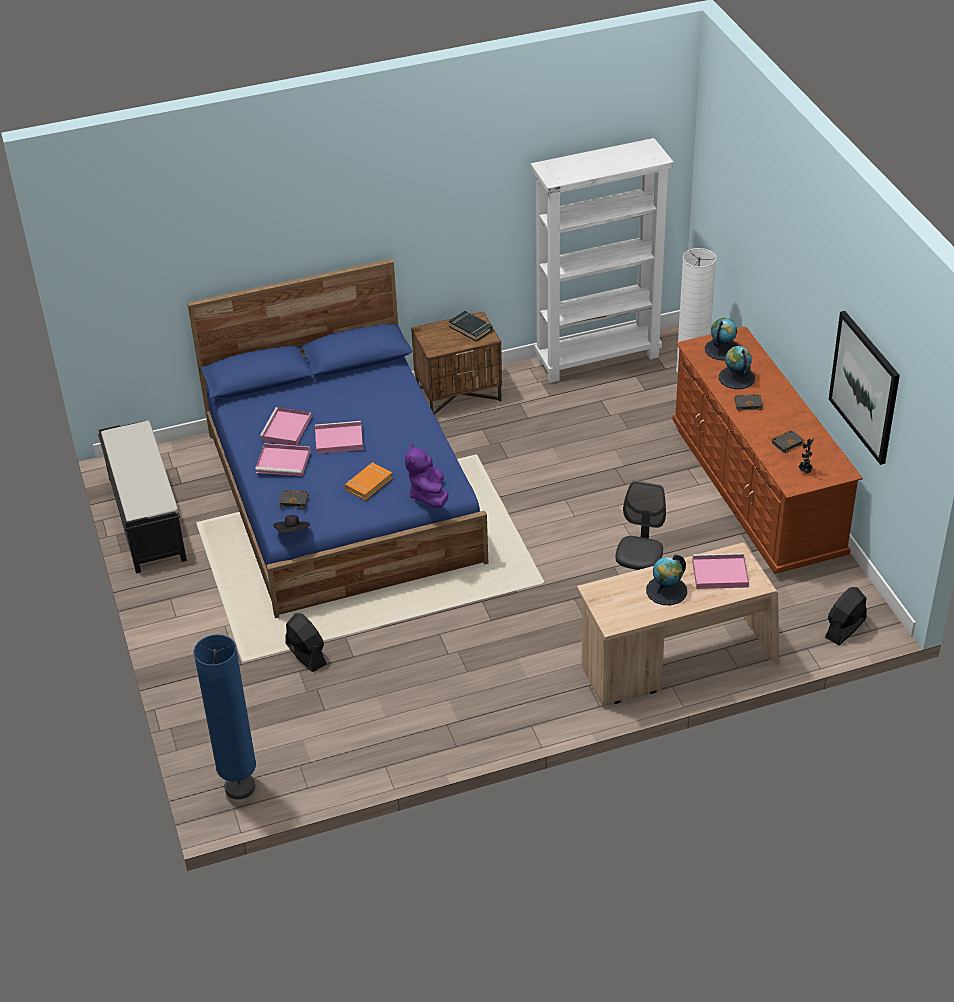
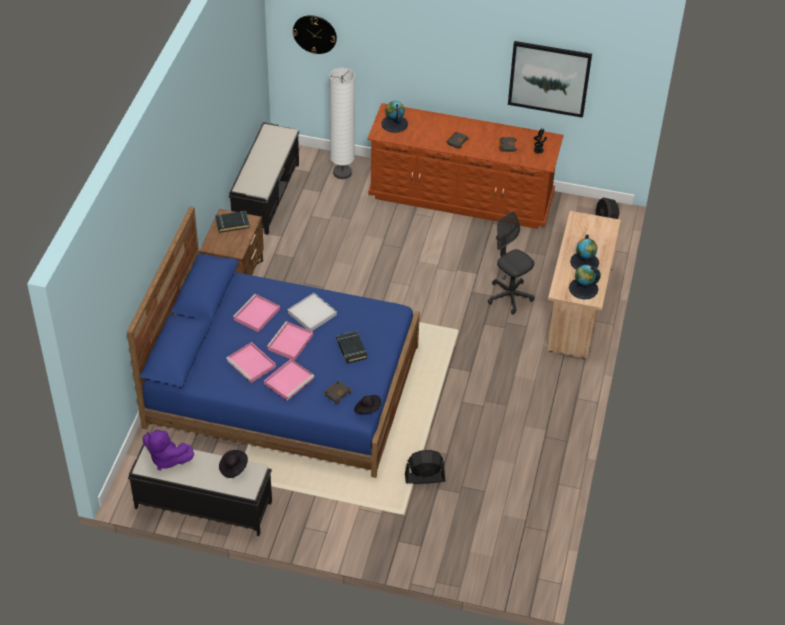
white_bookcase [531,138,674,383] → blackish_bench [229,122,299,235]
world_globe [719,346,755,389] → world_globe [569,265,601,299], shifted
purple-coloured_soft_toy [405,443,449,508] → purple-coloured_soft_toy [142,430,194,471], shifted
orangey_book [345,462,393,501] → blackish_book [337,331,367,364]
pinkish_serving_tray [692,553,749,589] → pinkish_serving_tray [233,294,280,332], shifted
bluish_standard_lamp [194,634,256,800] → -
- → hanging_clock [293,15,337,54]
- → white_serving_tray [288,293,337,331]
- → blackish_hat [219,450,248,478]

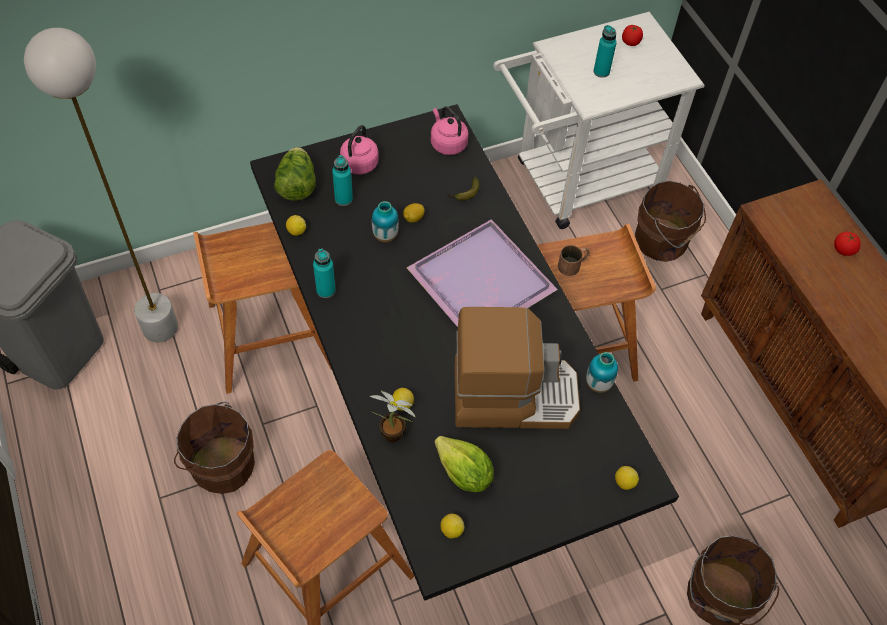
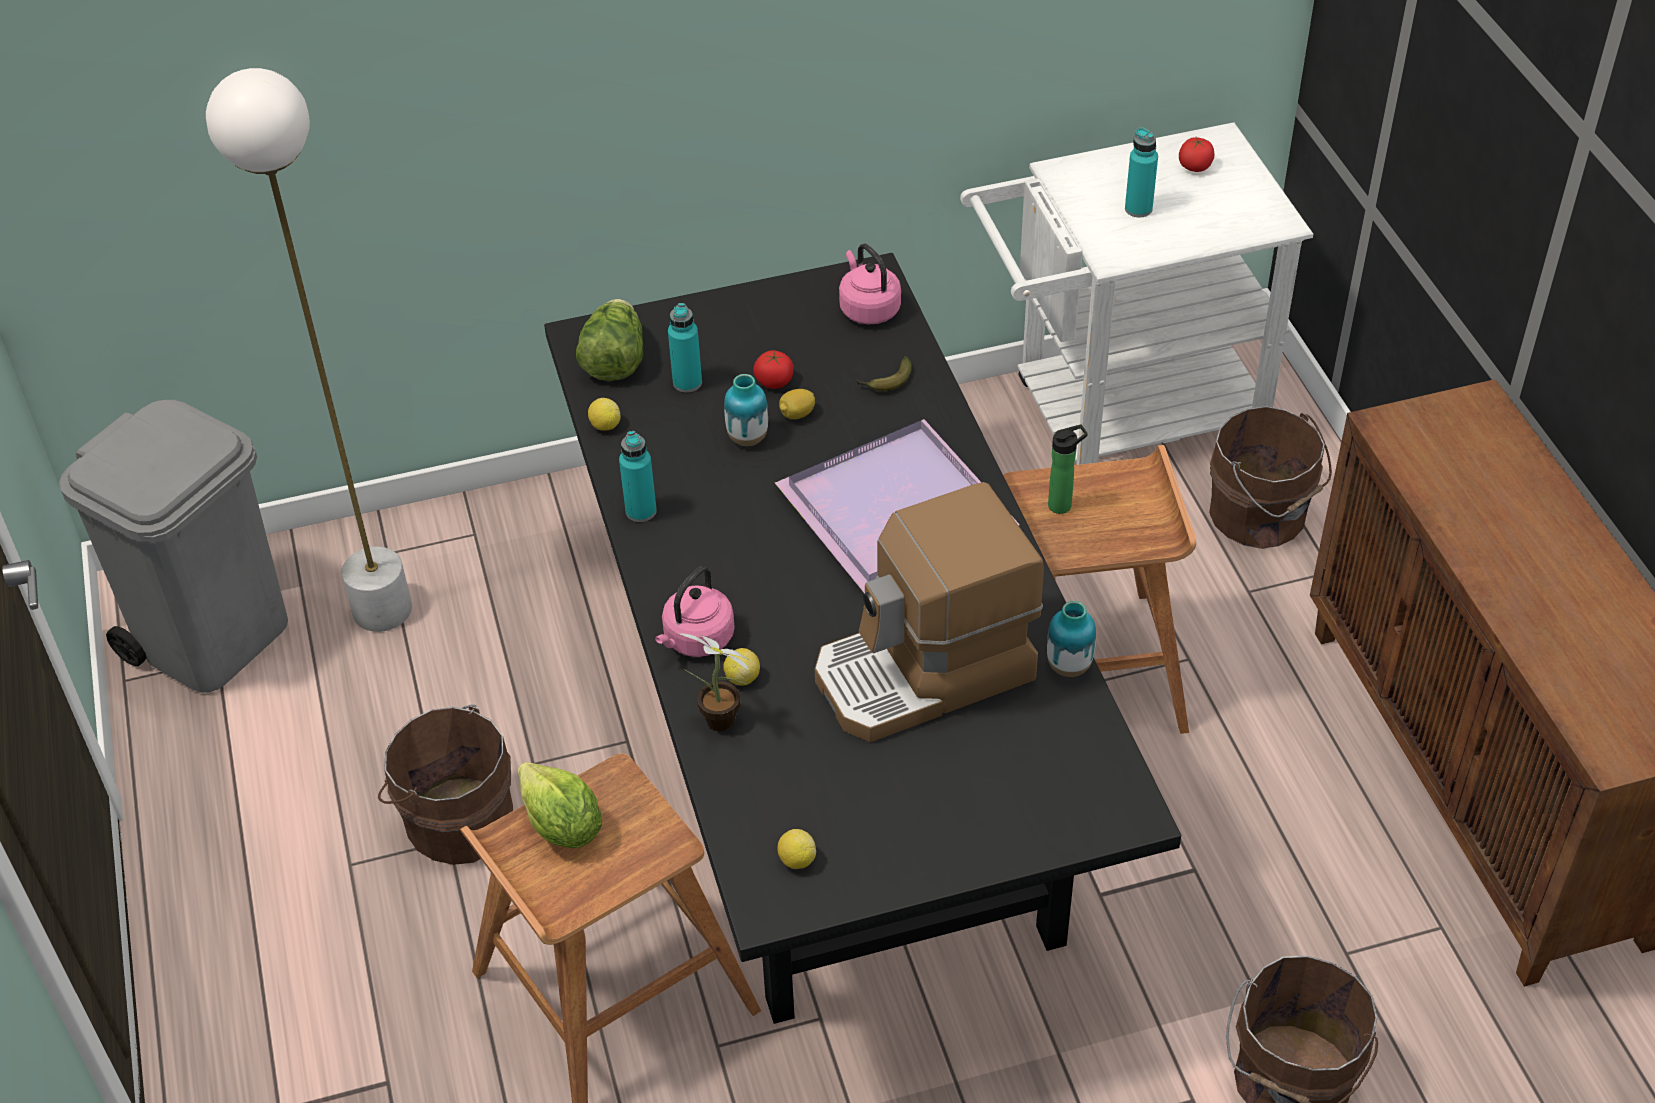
pinkish_water_kettle [340,125,379,174] → pinkish_water_kettle [655,566,735,657], shifted
brown_sitting_stool [193,222,331,394] → -
tomato [834,232,861,256] → tomato [753,350,794,389], shifted
brown_tea_mug [558,245,590,276] → drink_bottle [1048,424,1088,514]
coffee_machine [455,307,580,429] → coffee_machine [815,482,1044,742], 150 degrees clockwise
lettuce [434,436,494,492] → lettuce [518,762,602,848], shifted
citrus_fruit [615,466,639,490] → -

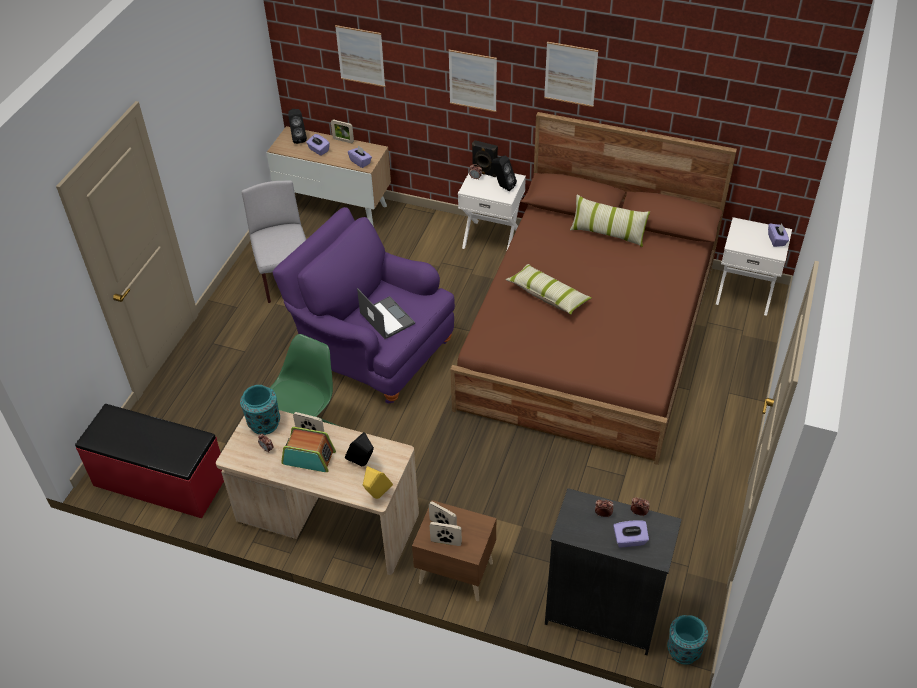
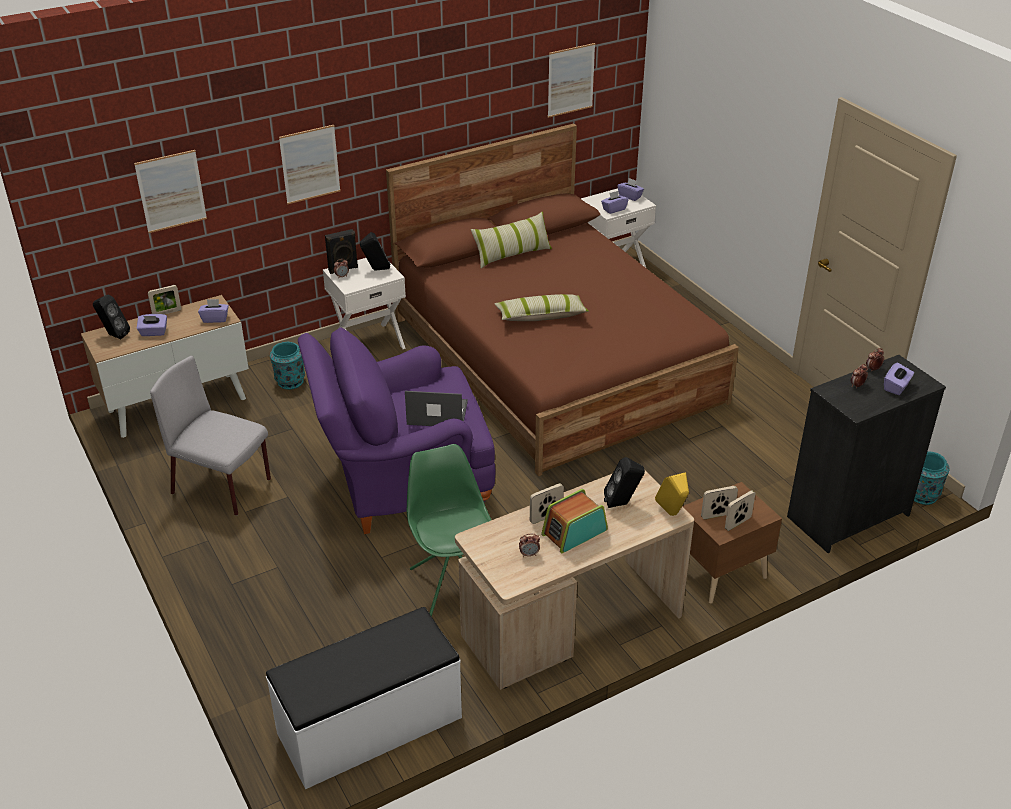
picture [544,42,599,107] → picture [548,43,595,118], shifted
turquoise_decorative_vase [240,385,280,435] → turquoise_decorative_vase [270,342,305,389], shifted
red_bench [75,404,224,518] → white_bench [266,607,462,789]
- → purple-coloured_tissue_box [601,191,629,214]

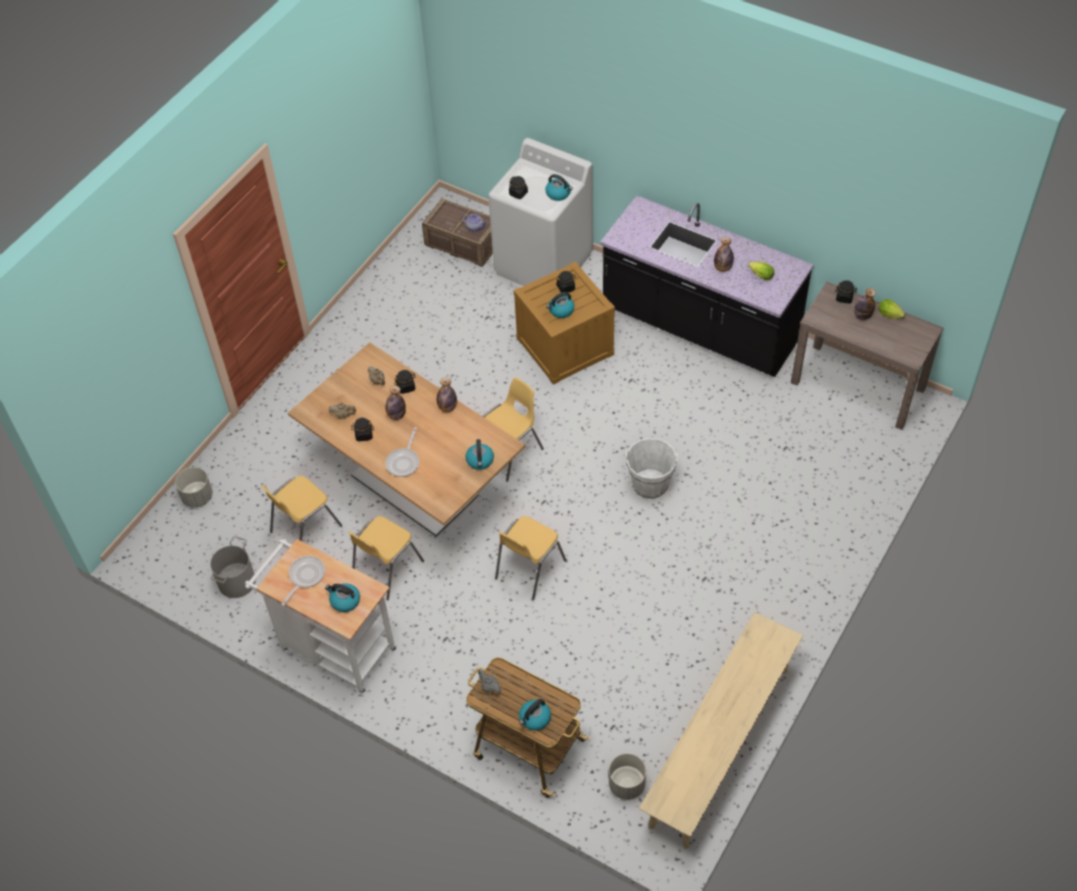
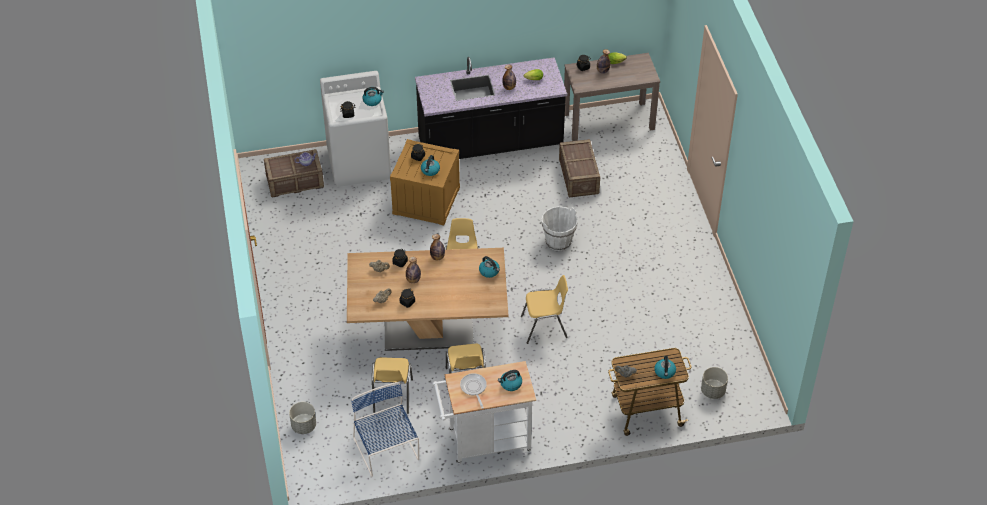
skillet [385,427,419,477] → -
yellow-coloured_chair [495,516,566,600] → yellow-coloured_chair [521,275,568,344], 90 degrees counterclockwise
grey_bucket [210,536,256,598] → bluish_chair [352,382,419,477]
beige_bench [639,612,803,849] → -
- → packing_crate [559,139,600,197]

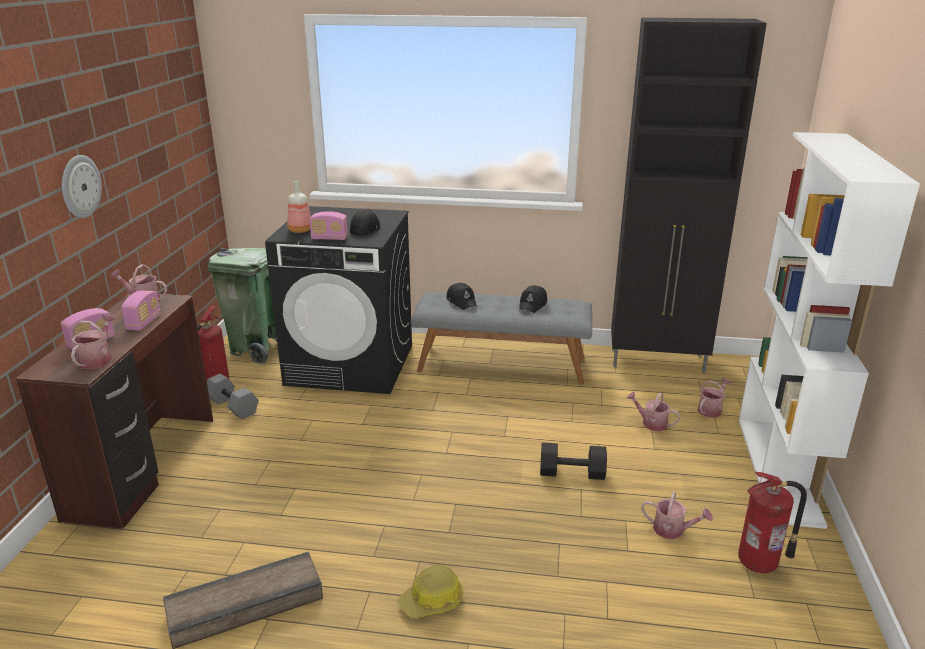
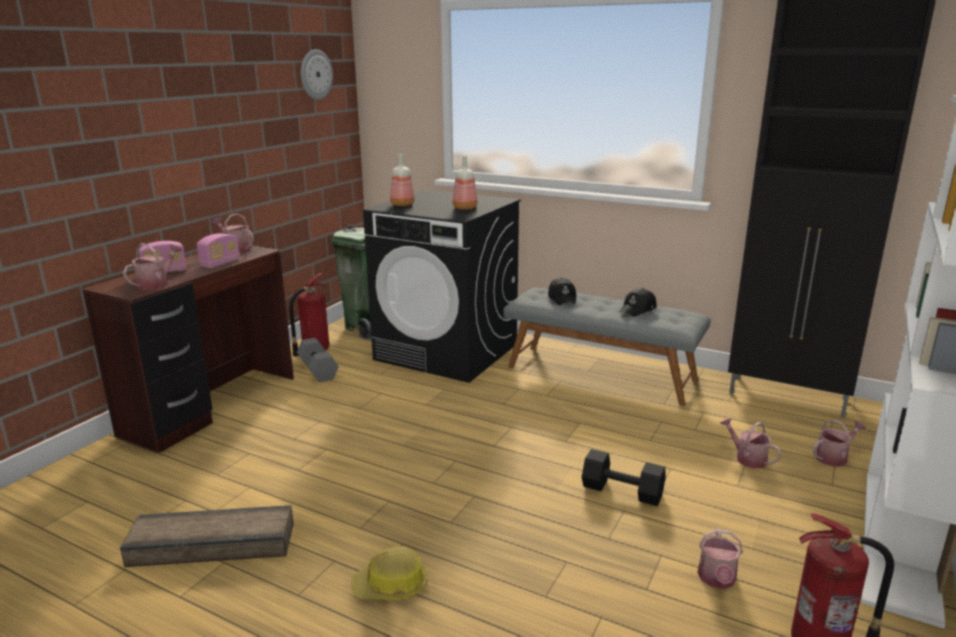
hanging_clock [62,155,102,218] → hanging_clock [301,49,333,100], shifted
blackish_baseball_cap [350,208,380,236] → drink_bottle [452,156,478,210]
radio_receiver [309,211,348,240] → -
watering_pot [641,492,713,539] → watering_pot [697,528,743,589], 60 degrees clockwise

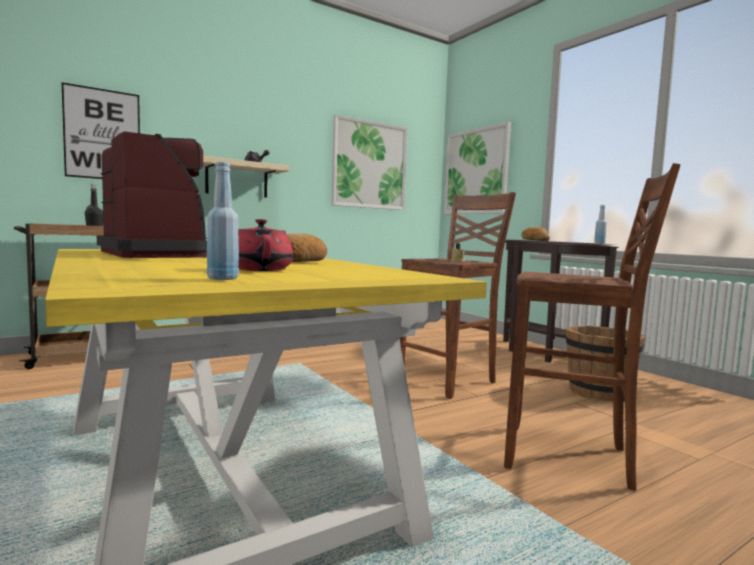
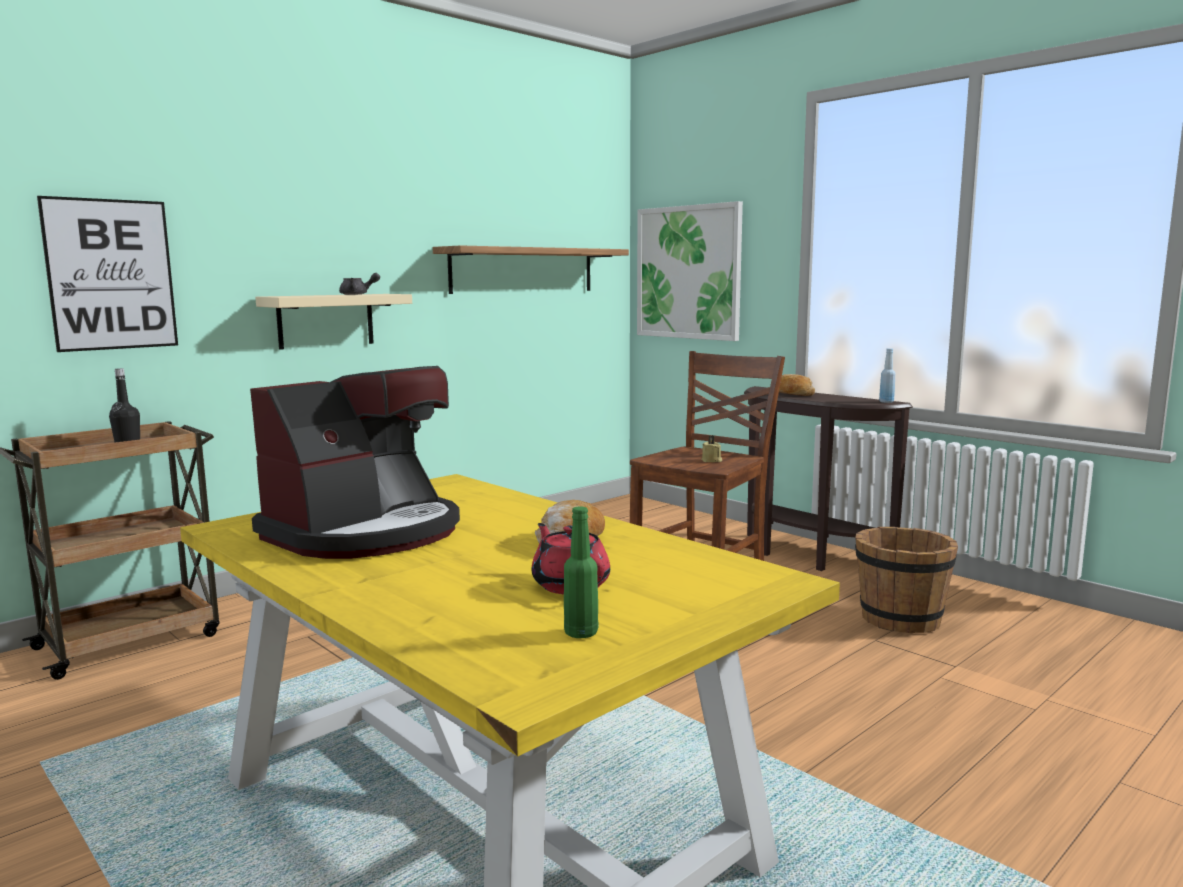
picture [331,114,408,210] → bracket_shelf [433,245,629,294]
coffee_machine [97,131,207,258] → coffee_machine [250,366,460,559], 90 degrees clockwise
bluish_drink_bottle [207,162,239,280] → greenish_drink_bottle [564,506,598,638]
brown_sitting_stool [504,163,681,491] → -

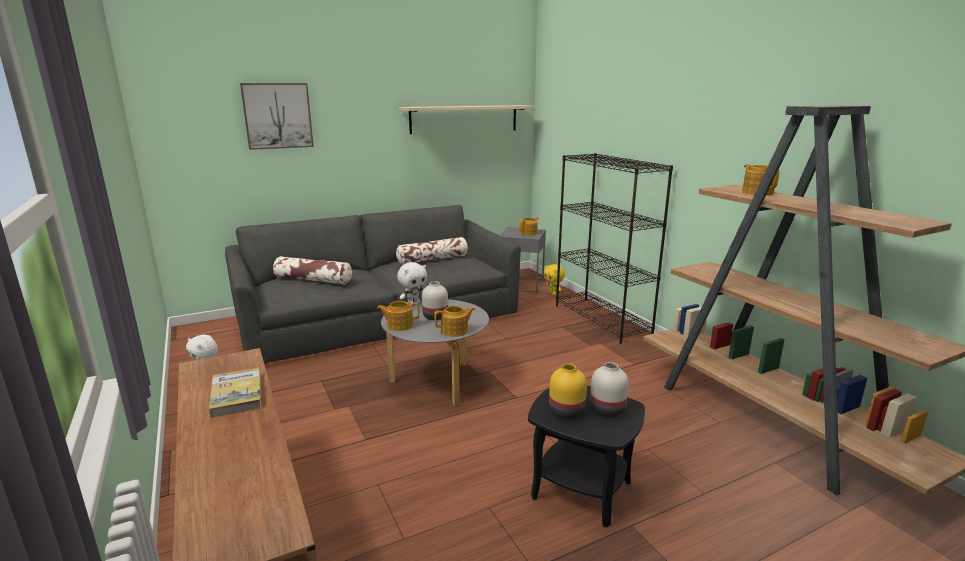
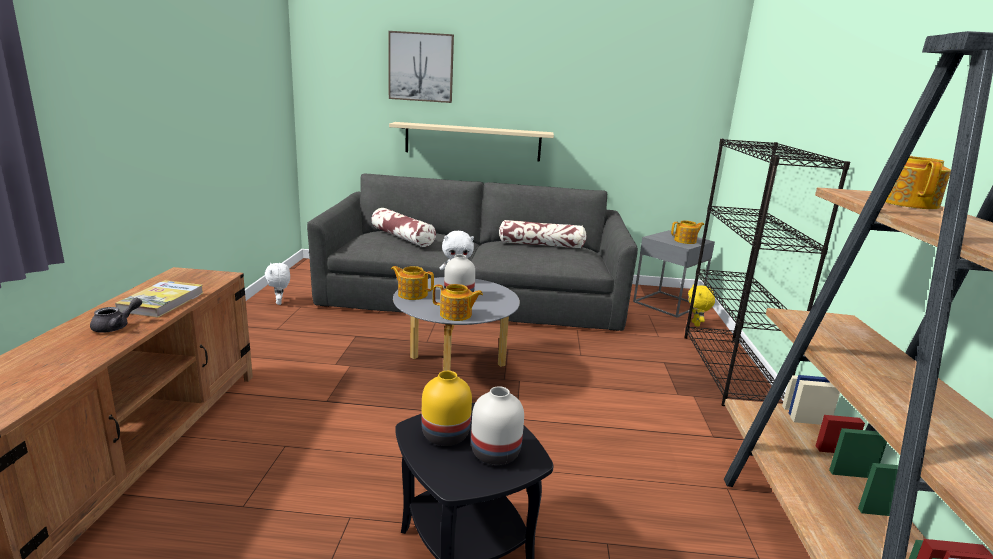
beige_bracket_shelf [399,105,534,134] → beige_bracket_shelf [389,122,554,162], shifted
- → grey_pot_for_tea [90,298,142,333]

